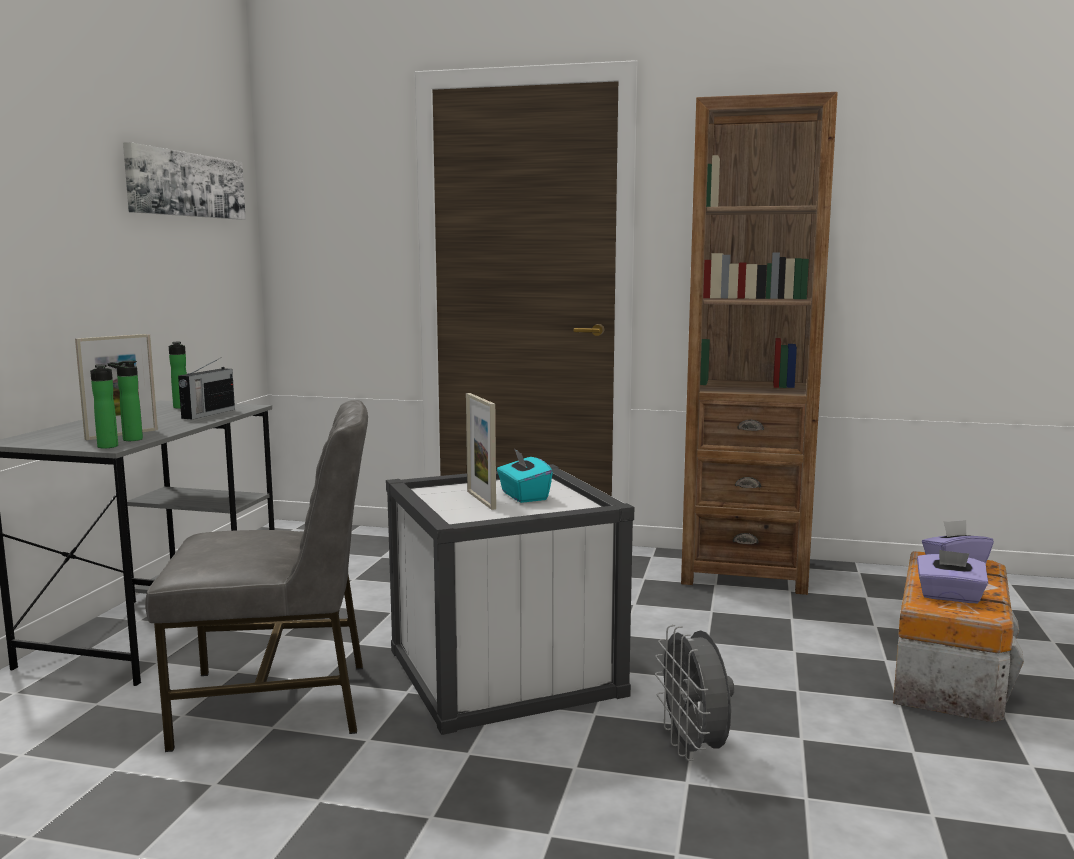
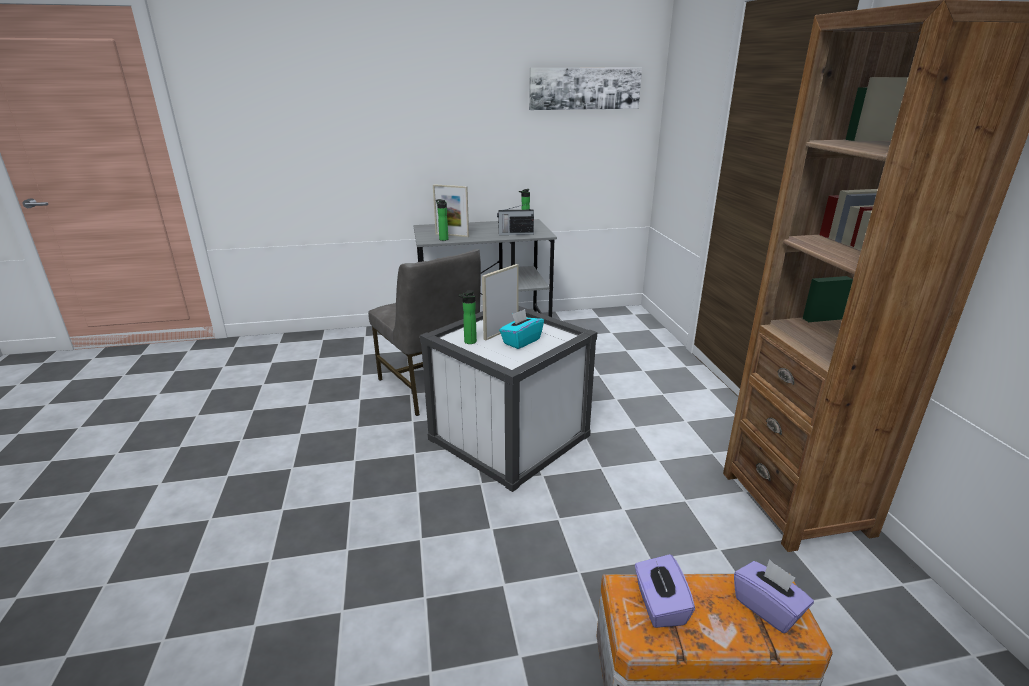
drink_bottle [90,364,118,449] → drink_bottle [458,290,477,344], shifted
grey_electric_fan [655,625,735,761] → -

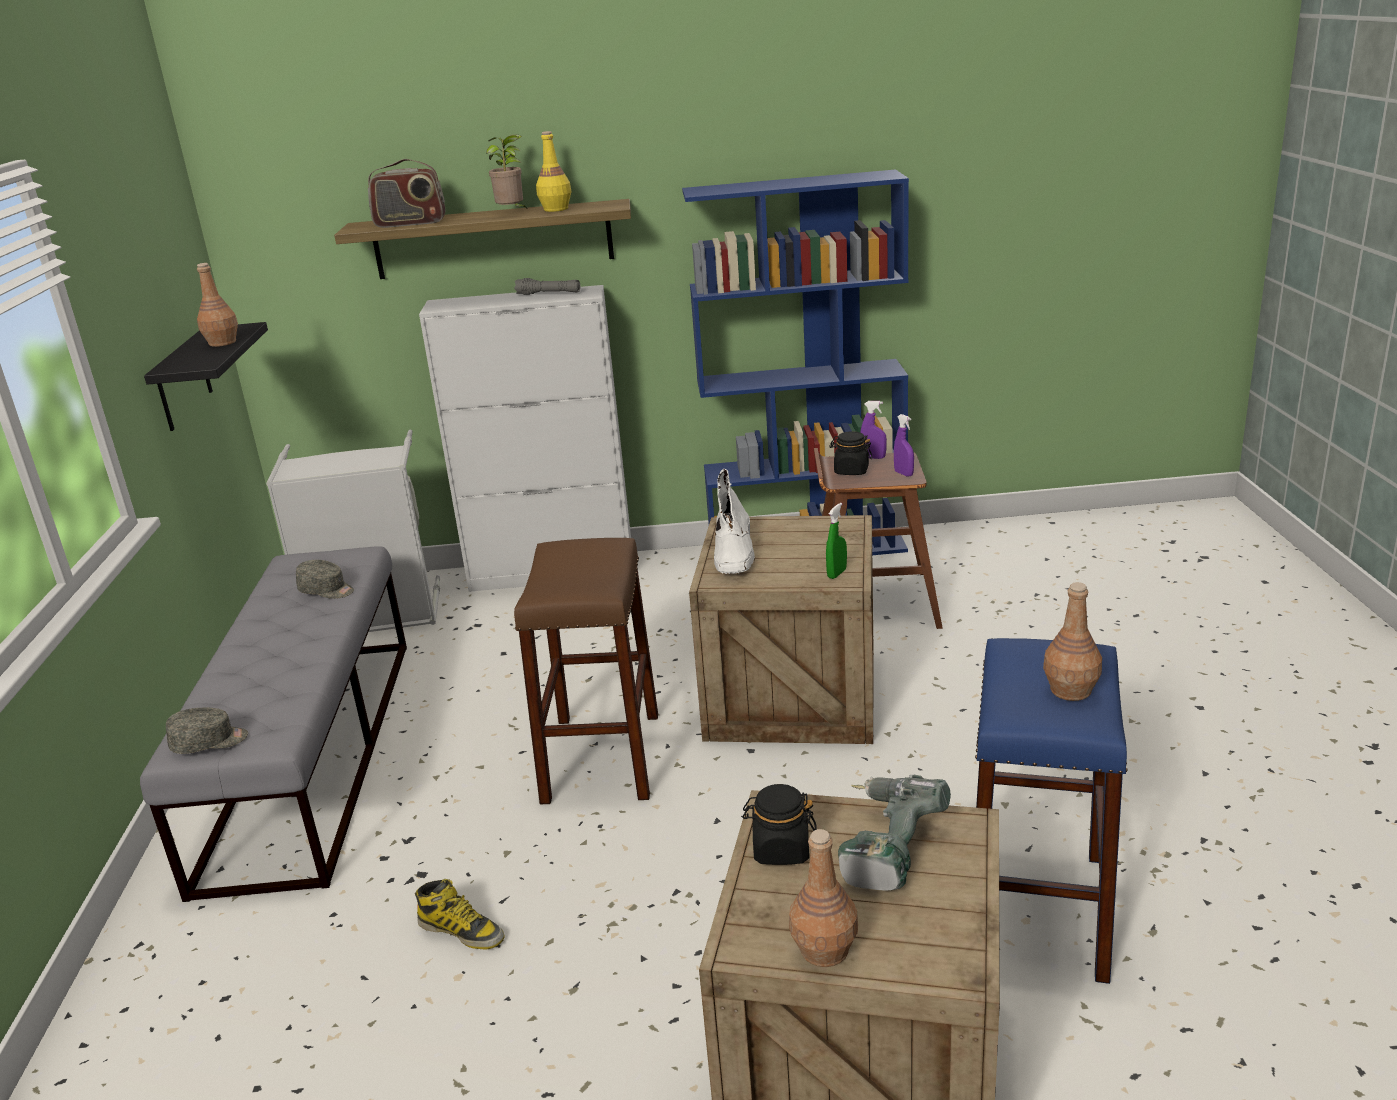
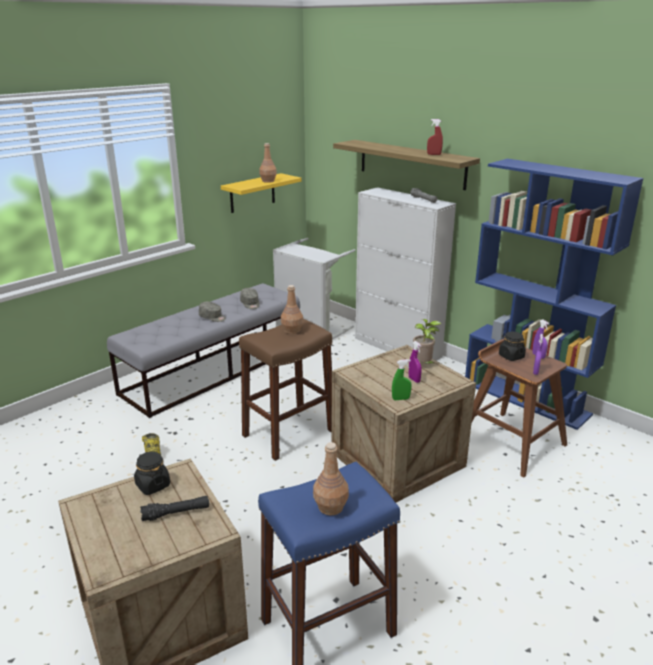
yellow-coloured_drink_bottle [536,131,572,212] → red_hand_sprayer [427,119,443,155]
houseplant [486,135,526,208] → houseplant [413,319,442,364], shifted
radio_receiver [368,159,445,228] → -
blackish_bracket_shelf [144,322,268,431] → yellow-coloured_bracket_shelf [221,173,301,213]
white_tall_boot [714,469,755,574] → -
grey_baseball_cap [166,708,248,754] → grey_baseball_cap [199,302,226,322], shifted
power_drill [838,775,951,891] → blackish_torch [140,496,209,521]
brown_drink_bottle [789,829,858,967] → brown_drink_bottle [281,285,303,334], shifted
- → purple-coloured_hand_sprayer [409,341,422,383]

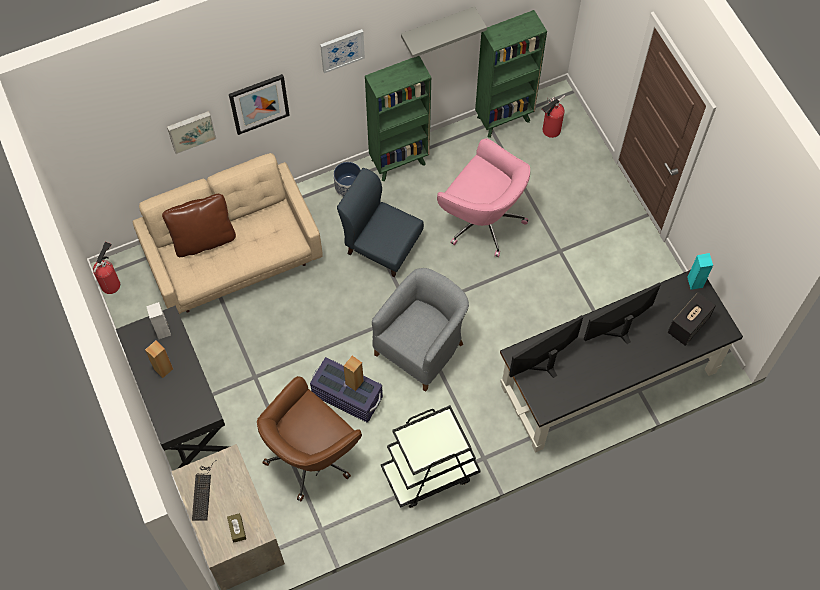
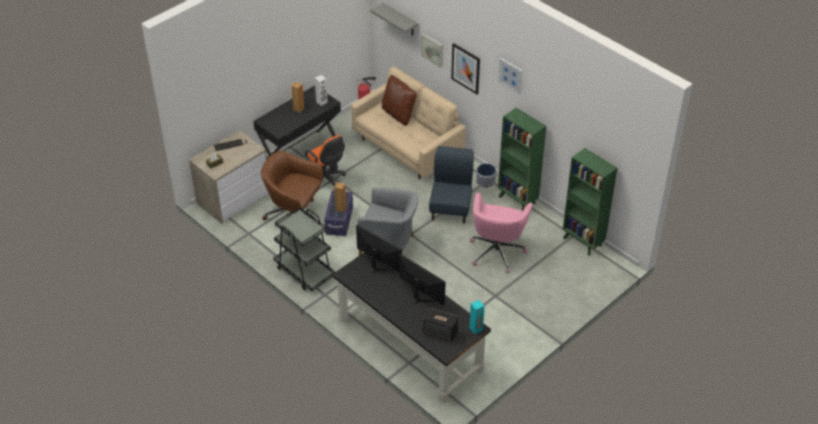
grey_bracket_shelf [401,6,487,58] → grey_bracket_shelf [370,3,418,36], shifted
extinguisher [541,95,565,138] → -
- → orangey_computer_chair [305,135,346,187]

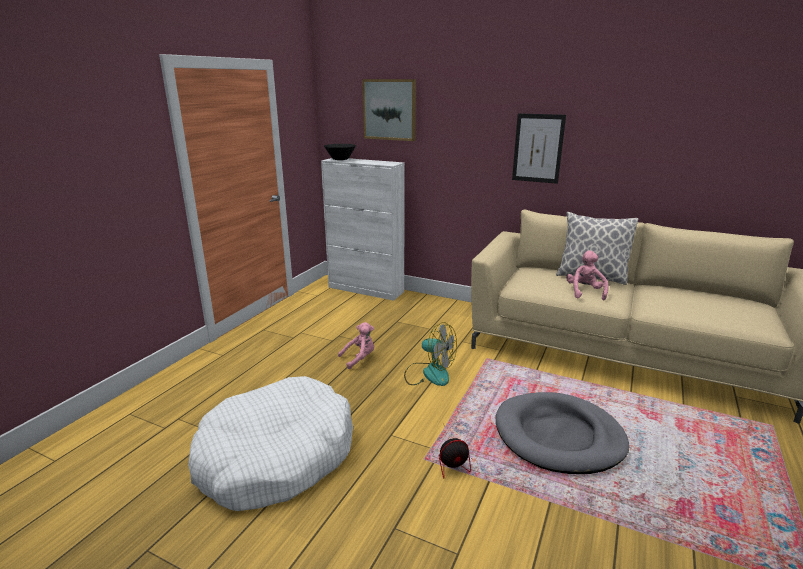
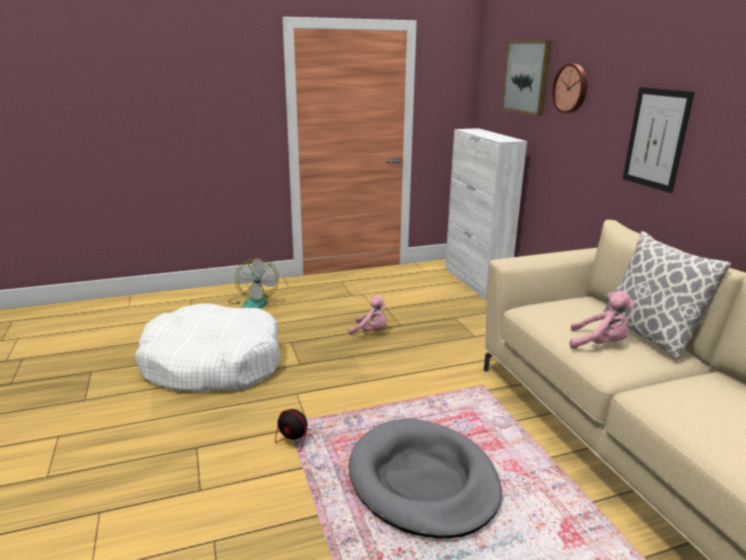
blackish_serving_bowl [324,144,356,160] → -
pinkish_soft_toy [566,250,608,300] → pinkish_soft_toy [570,291,635,349], 60 degrees clockwise
electric_fan [404,322,457,386] → electric_fan [229,258,279,309], shifted
- → hanging_clock [552,64,587,113]

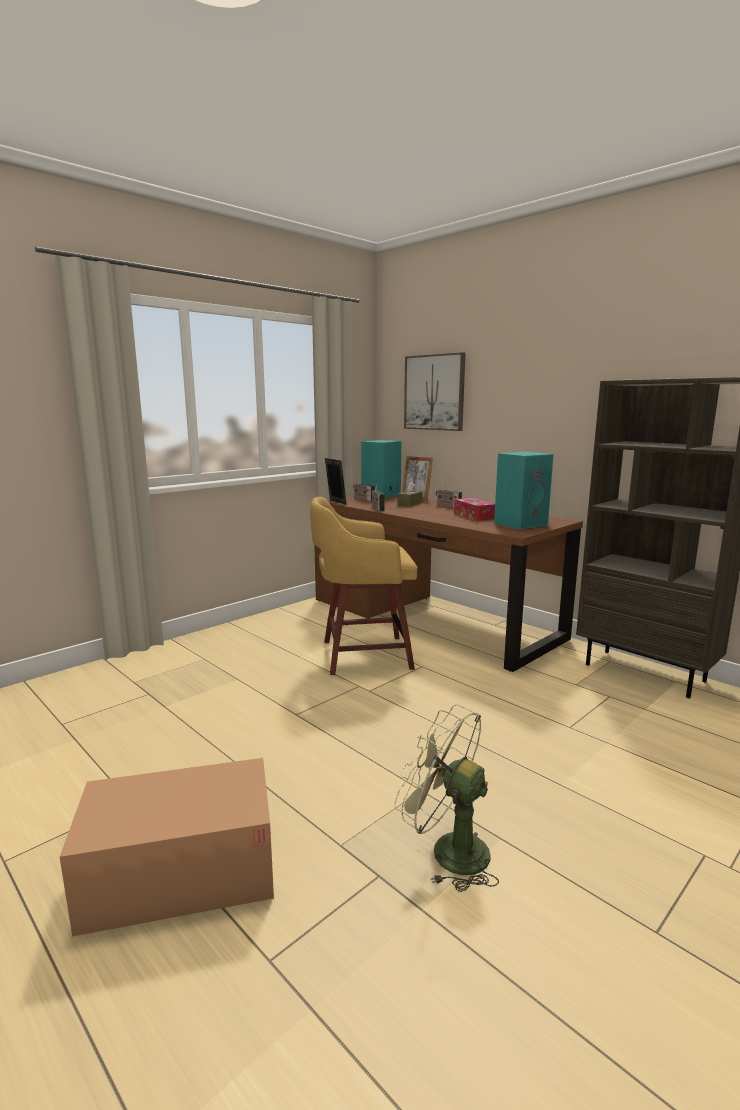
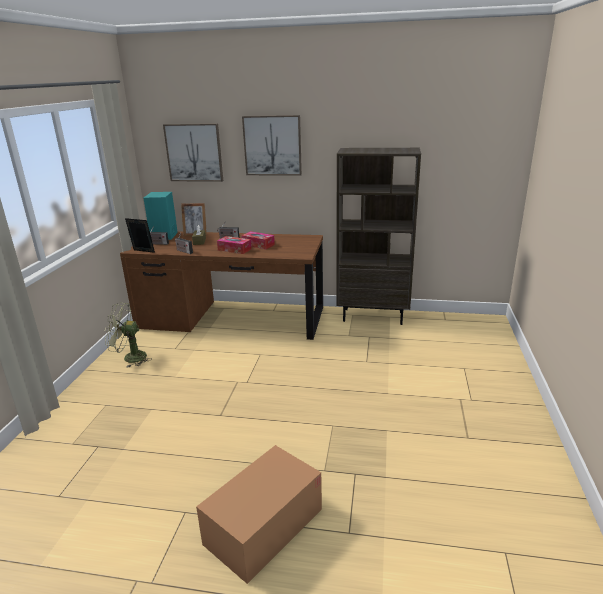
turquoise_loudspeaker [494,452,554,529] → -
yellow-coloured_sitting_stool [310,497,417,675] → -
greenish_electric_fan [394,704,499,892] → greenish_electric_fan [105,302,152,368], shifted
- → picture [242,115,302,176]
- → tissue_box [217,236,252,254]

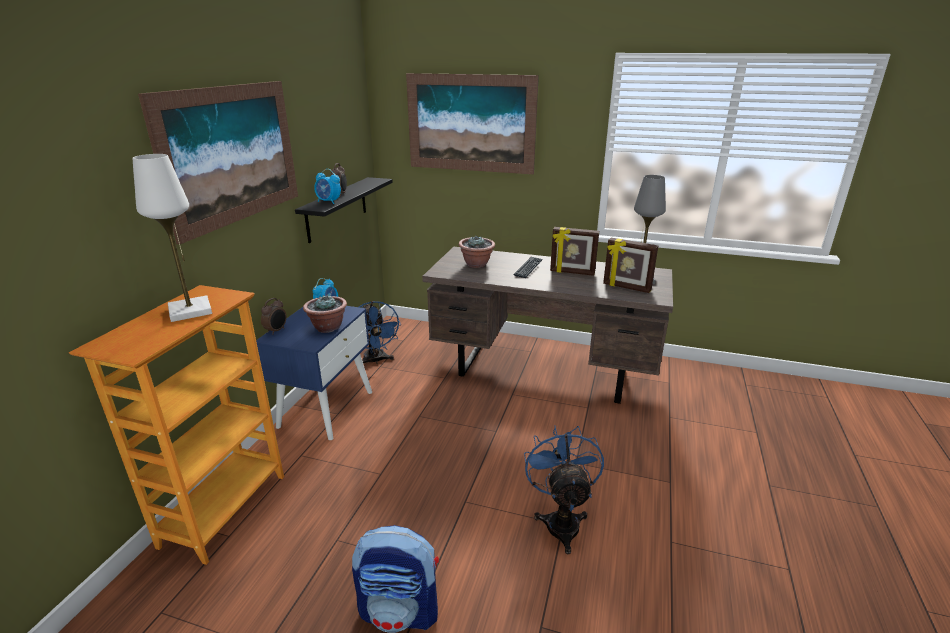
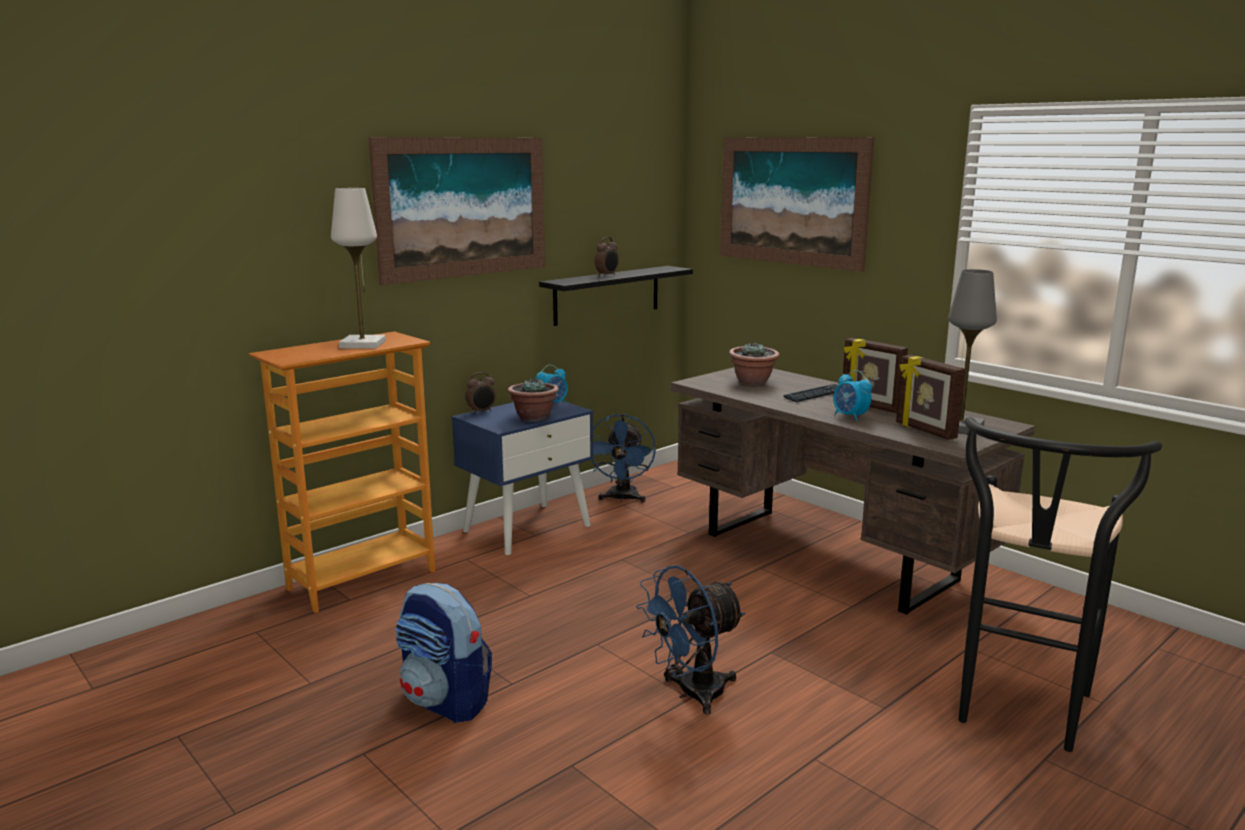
bedside_clock [314,169,341,204] → bedside_clock [833,370,872,421], shifted
bluish_electric_fan [524,425,604,554] → bluish_electric_fan [636,565,745,715], 150 degrees counterclockwise
- → blackish_sitting_stool [959,417,1162,752]

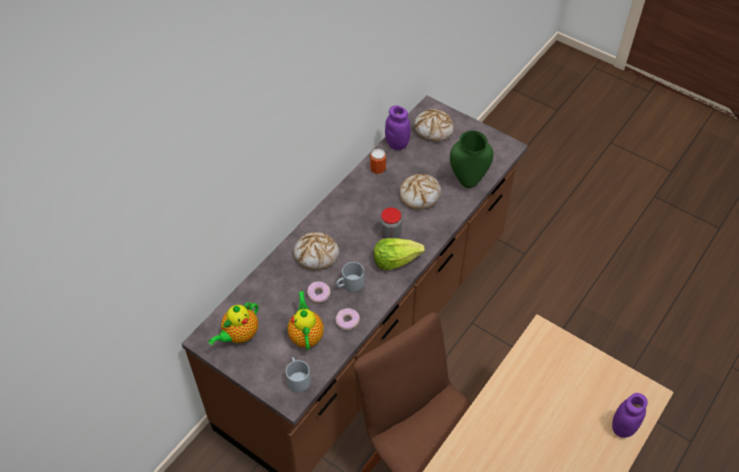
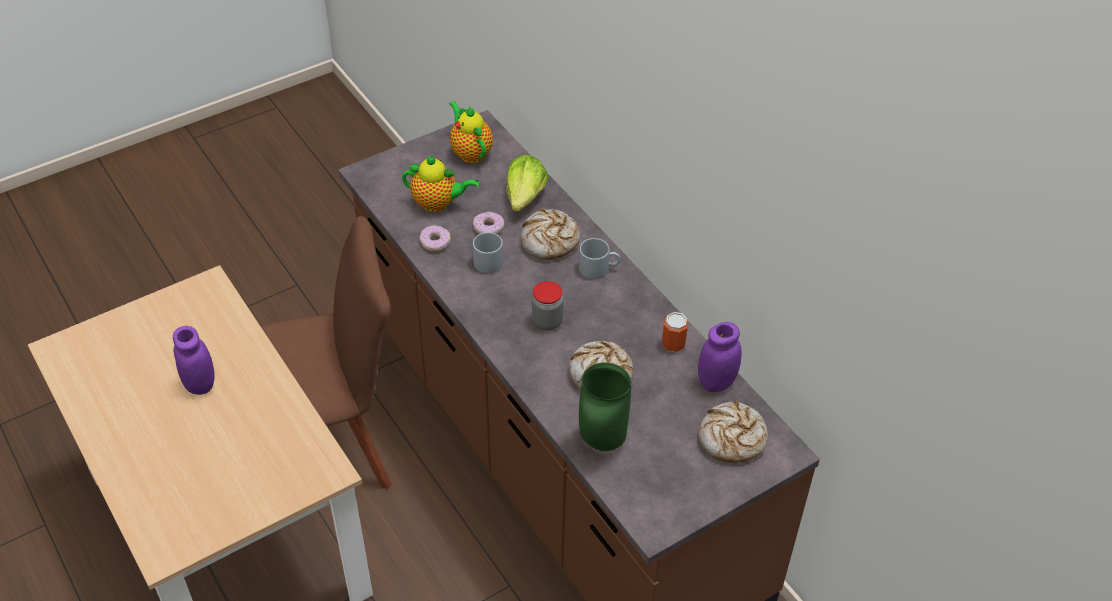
lettuce [374,238,425,270] → lettuce [506,154,548,211], shifted
grey_tea_mug [286,357,311,392] → grey_tea_mug [579,238,621,279], shifted
purple-coloured_jar [612,393,648,438] → purple-coloured_jar [173,326,214,395], shifted

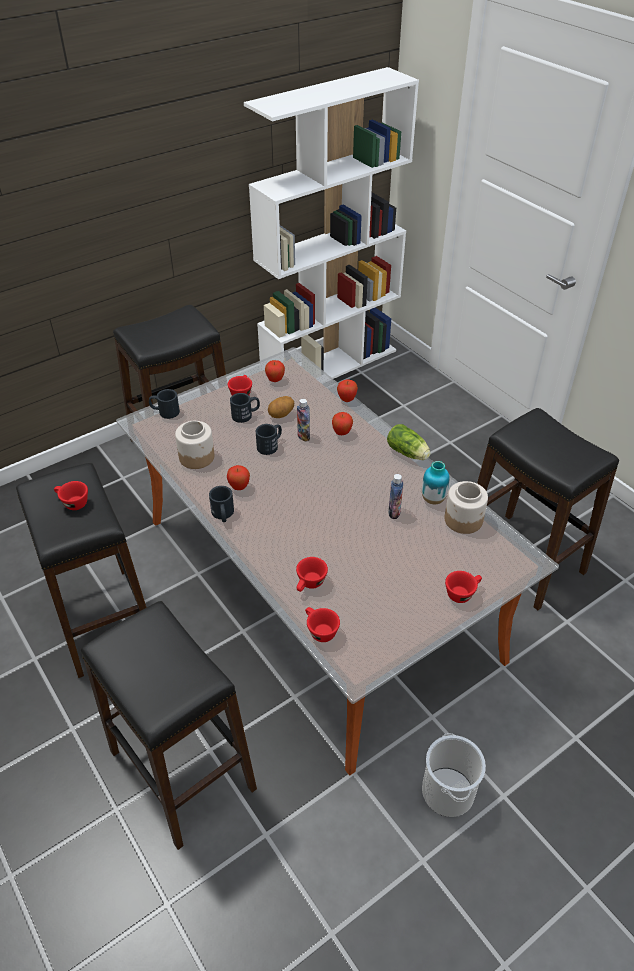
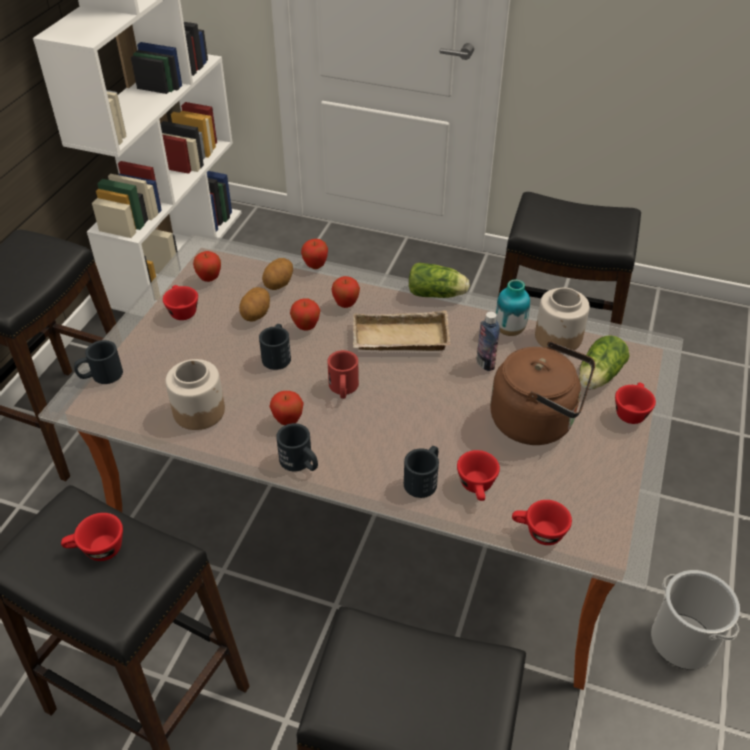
blackish_tea_mug [230,393,260,423] → blackish_tea_mug [404,446,439,498], shifted
drink_bottle [297,399,310,442] → whole_apple [290,298,320,331]
- → potato [262,258,293,290]
- → beige_serving_tray [353,310,451,351]
- → lettuce [579,335,629,389]
- → brown_water_kettle [490,341,595,445]
- → red_tea_mug [327,350,359,399]

